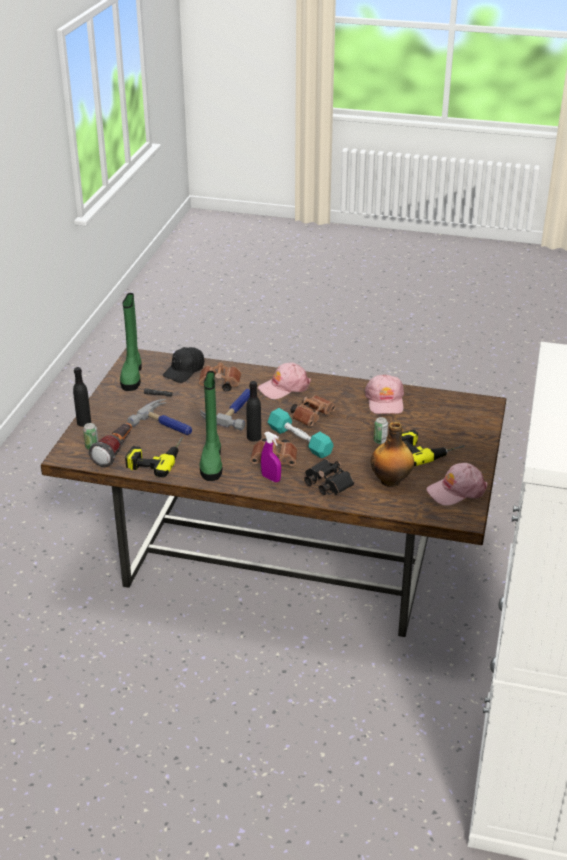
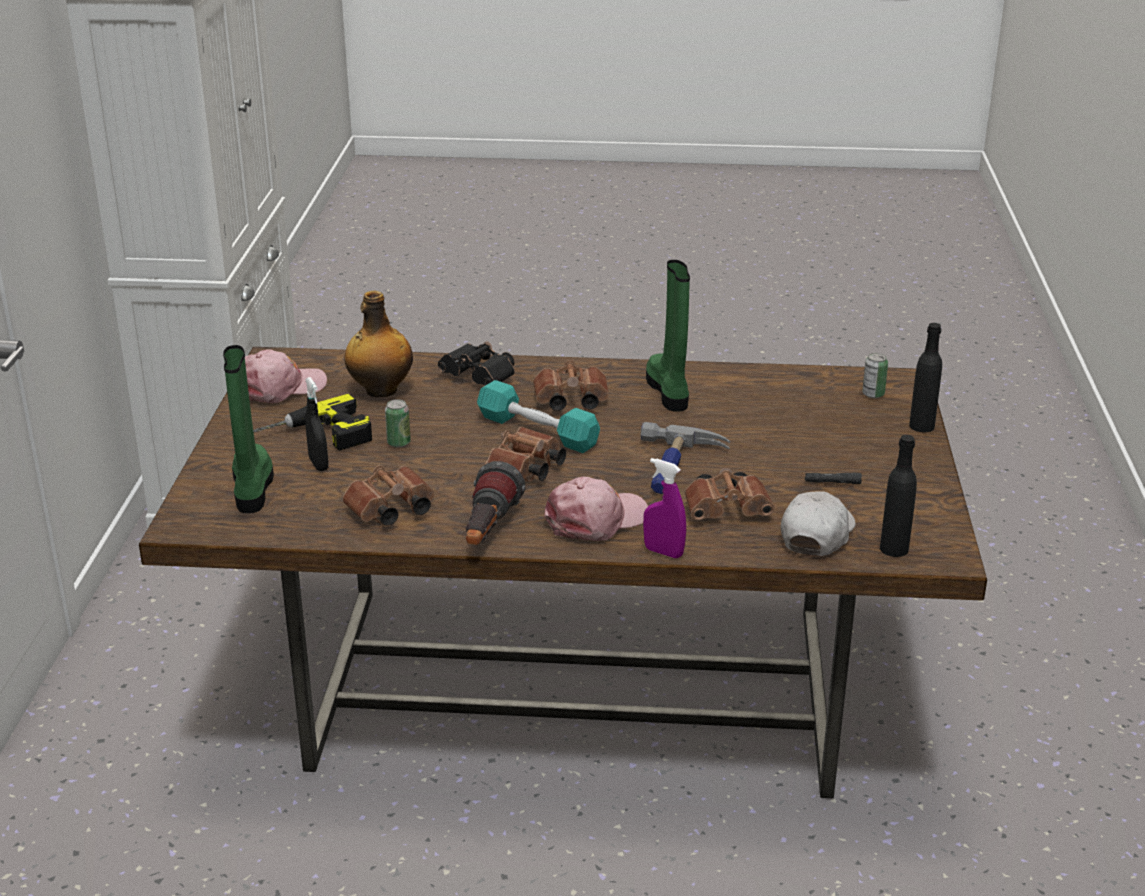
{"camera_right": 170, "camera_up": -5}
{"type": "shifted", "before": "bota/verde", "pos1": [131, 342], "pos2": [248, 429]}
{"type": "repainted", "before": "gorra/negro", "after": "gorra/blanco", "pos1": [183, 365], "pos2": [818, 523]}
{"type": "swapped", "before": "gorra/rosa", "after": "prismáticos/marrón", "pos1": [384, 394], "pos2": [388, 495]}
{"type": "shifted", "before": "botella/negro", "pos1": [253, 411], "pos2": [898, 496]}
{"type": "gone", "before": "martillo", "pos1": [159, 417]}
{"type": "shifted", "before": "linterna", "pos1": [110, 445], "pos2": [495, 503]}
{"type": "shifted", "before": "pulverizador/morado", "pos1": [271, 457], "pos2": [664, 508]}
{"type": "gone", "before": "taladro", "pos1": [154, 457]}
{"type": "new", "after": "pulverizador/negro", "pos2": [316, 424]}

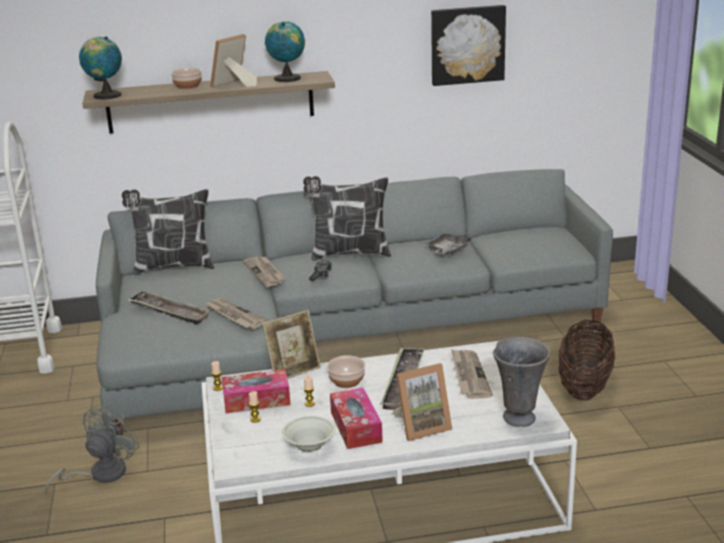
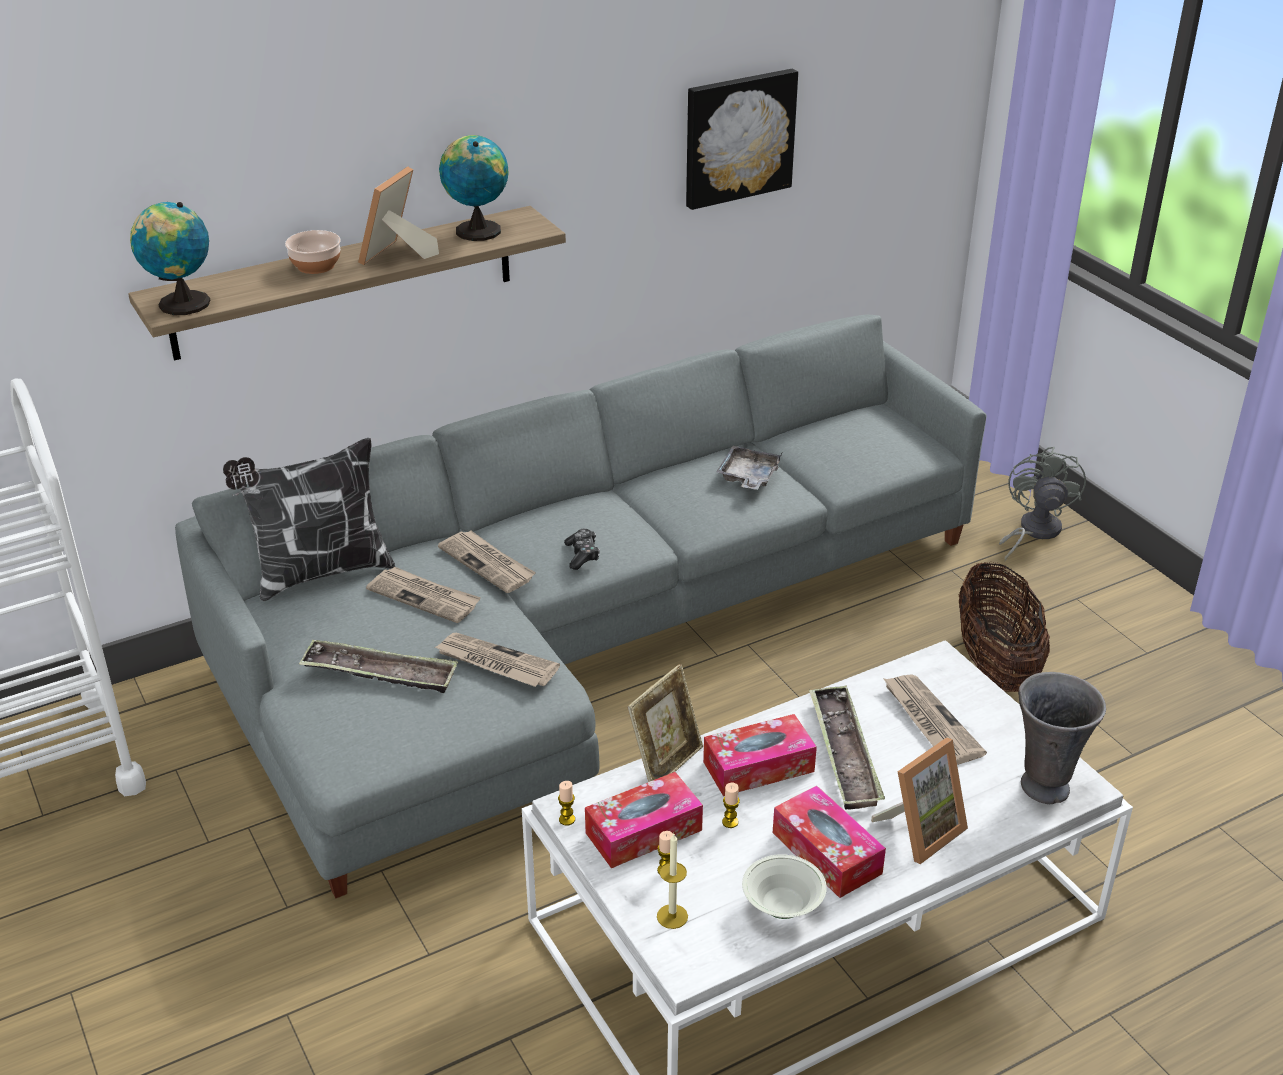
{"camera_right": -20, "camera_up": 10}
{"type": "gone", "before": "cojín", "pos1": [347, 218]}
{"type": "swapped", "before": "cuenco", "after": "caja de pañuelos", "pos1": [346, 372], "pos2": [760, 755]}
{"type": "shifted", "before": "ventilador/gris", "pos1": [92, 449], "pos2": [1042, 504]}
{"type": "new", "after": "periódico", "pos2": [423, 595]}
{"type": "new", "after": "vela", "pos2": [672, 881]}

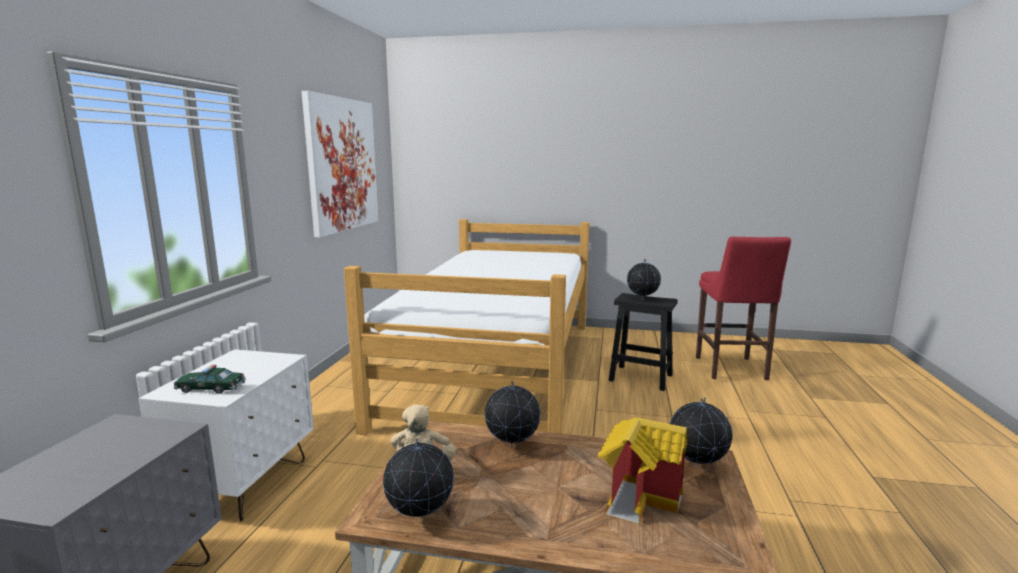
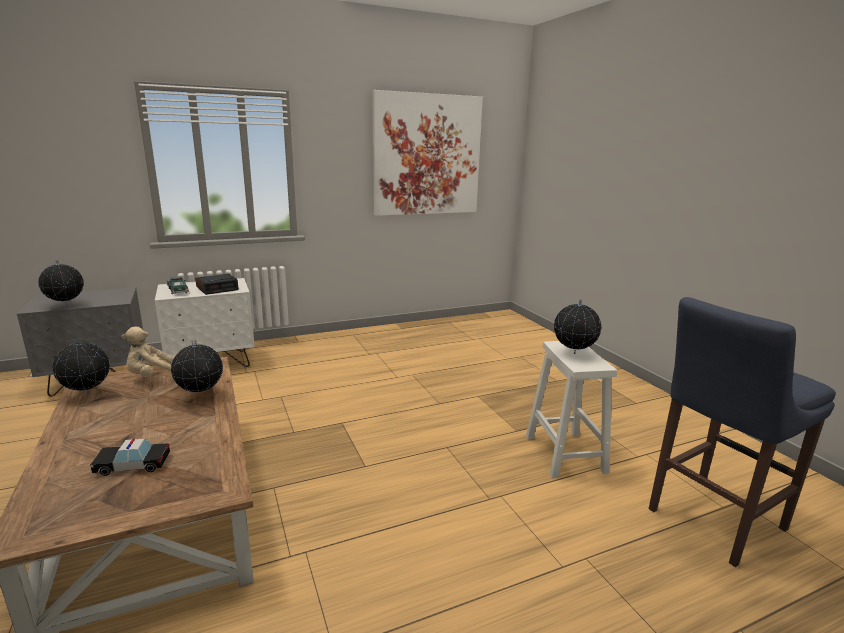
{"camera_right": 55, "camera_up": 5}
{"type": "gone", "before": "cama", "pos1": [466, 327]}
{"type": "repainted", "before": "taburete/rojo", "after": "taburete/azul", "pos1": [743, 308], "pos2": [742, 432]}
{"type": "repainted", "before": "taburete/negro", "after": "taburete/blanco", "pos1": [643, 342], "pos2": [571, 409]}
{"type": "shifted", "before": "globo terráqueo", "pos1": [701, 432], "pos2": [61, 282]}
{"type": "swapped", "before": "casita", "after": "coche de juguete", "pos1": [643, 470], "pos2": [130, 457]}
{"type": "new", "after": "despertador", "pos2": [217, 284]}

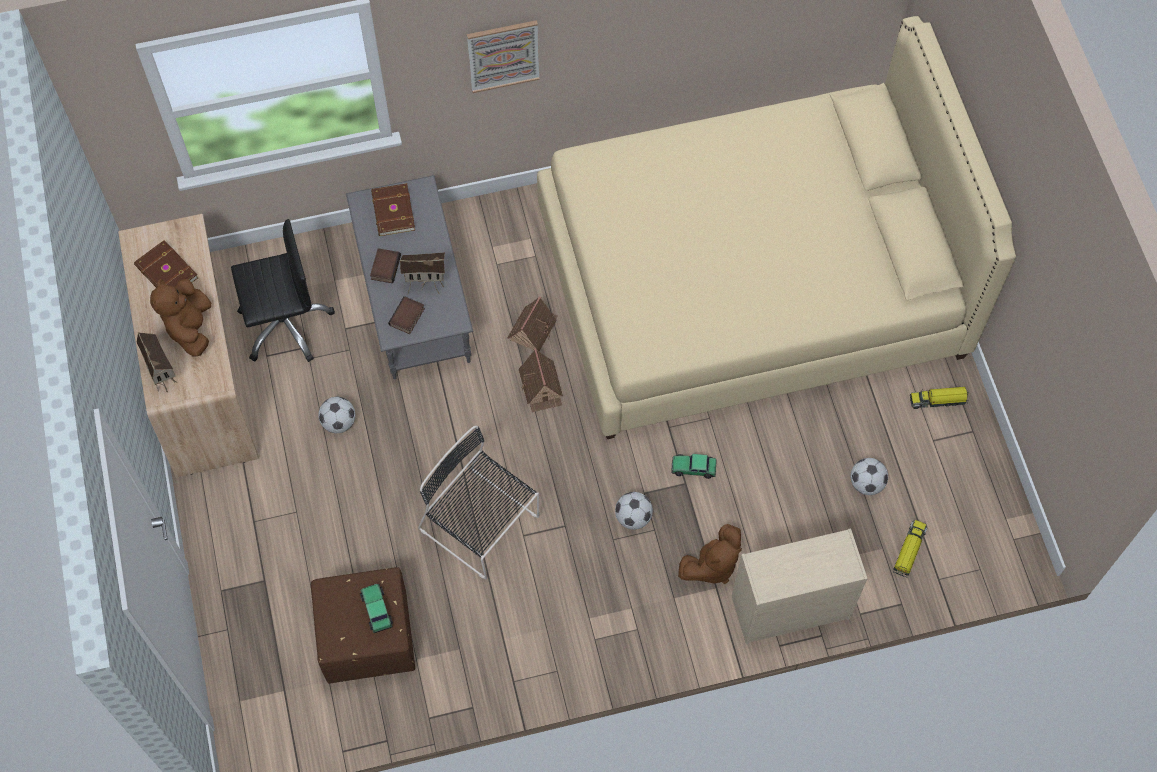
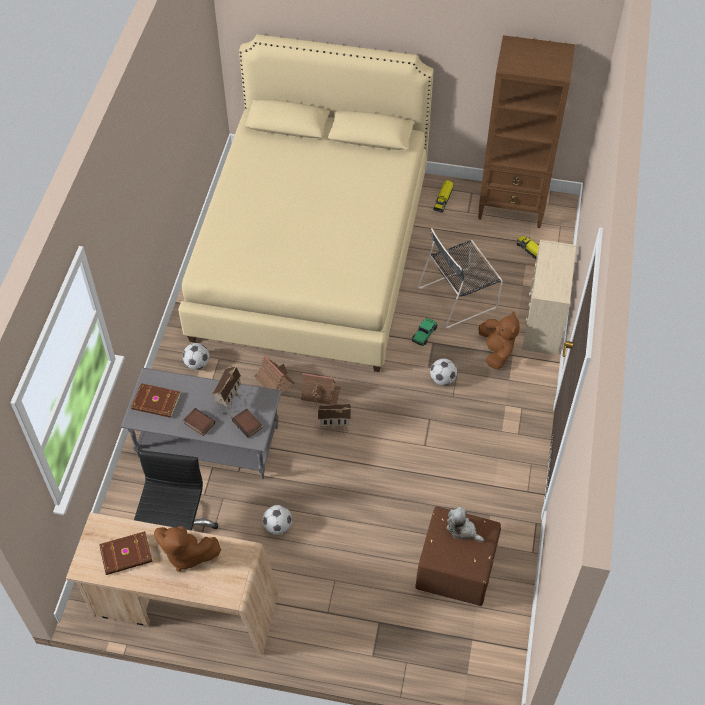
{"camera_right": -65, "camera_up": -10}
{"type": "gone", "before": "cuadro", "pos1": [503, 56]}
{"type": "shifted", "before": "casita", "pos1": [157, 362], "pos2": [334, 420]}
{"type": "shifted", "before": "silla/negro", "pos1": [478, 502], "pos2": [460, 278]}
{"type": "shifted", "before": "balón de fútbol", "pos1": [869, 476], "pos2": [196, 356]}
{"type": "swapped", "before": "coche de juguete", "after": "peluche", "pos1": [376, 608], "pos2": [465, 524]}
{"type": "new", "after": "estantería/marrón", "pos2": [526, 131]}

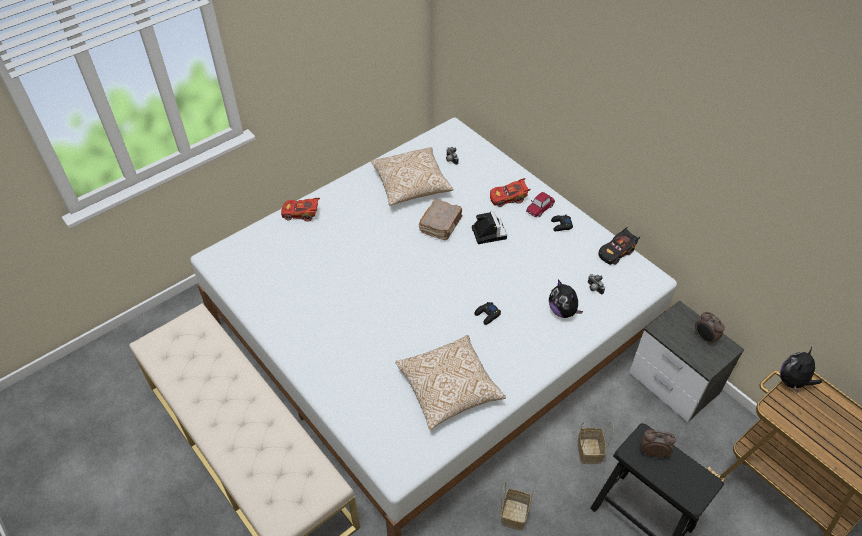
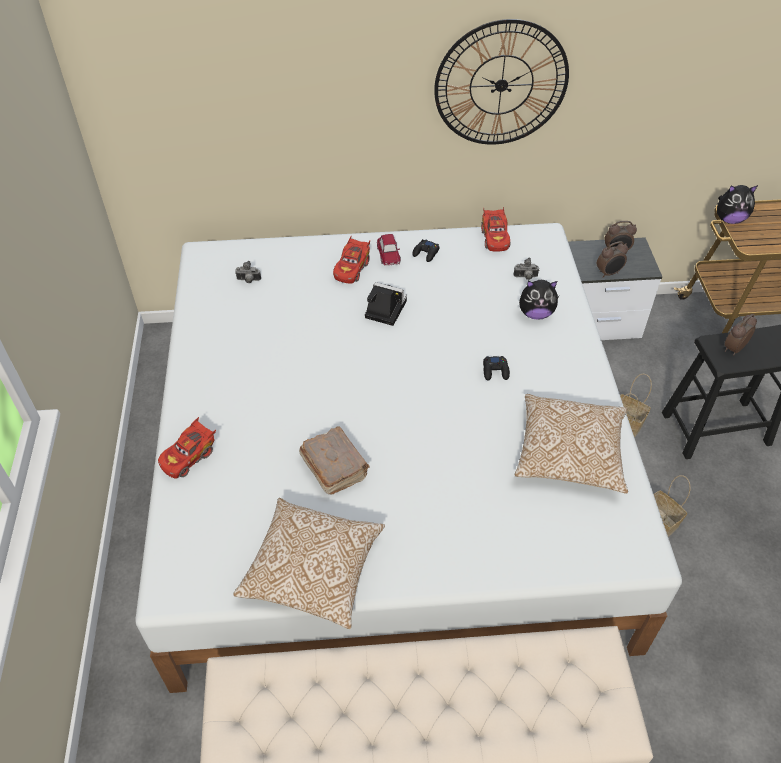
{"camera_right": -55, "camera_up": 0}
{"type": "shifted", "before": "cojín", "pos1": [412, 176], "pos2": [309, 563]}
{"type": "shifted", "before": "libro/marrón", "pos1": [440, 219], "pos2": [334, 461]}
{"type": "repainted", "before": "coche de juguete/negro", "after": "coche de juguete/rojo", "pos1": [620, 246], "pos2": [495, 229]}
{"type": "rotated", "before": "peluche", "pos1": [801, 370], "pos2": [737, 204], "turn": -75}
{"type": "new", "after": "reloj de pared", "pos2": [501, 82]}
{"type": "new", "after": "despertador", "pos2": [612, 259]}

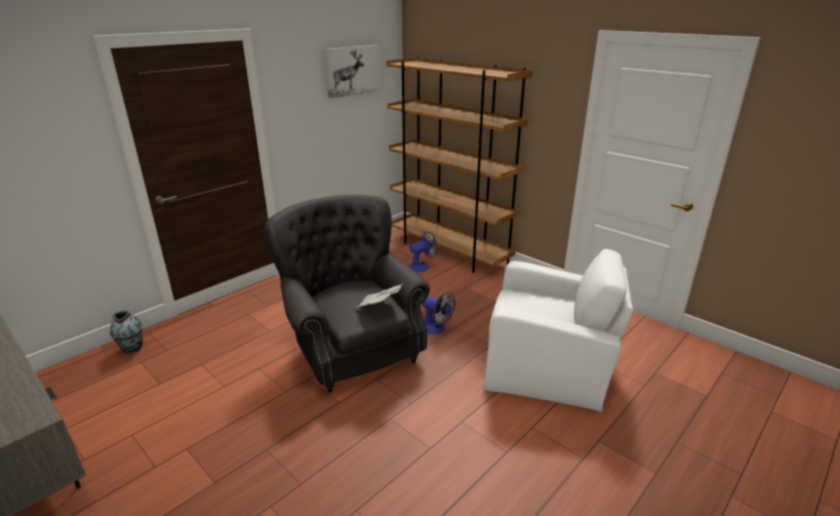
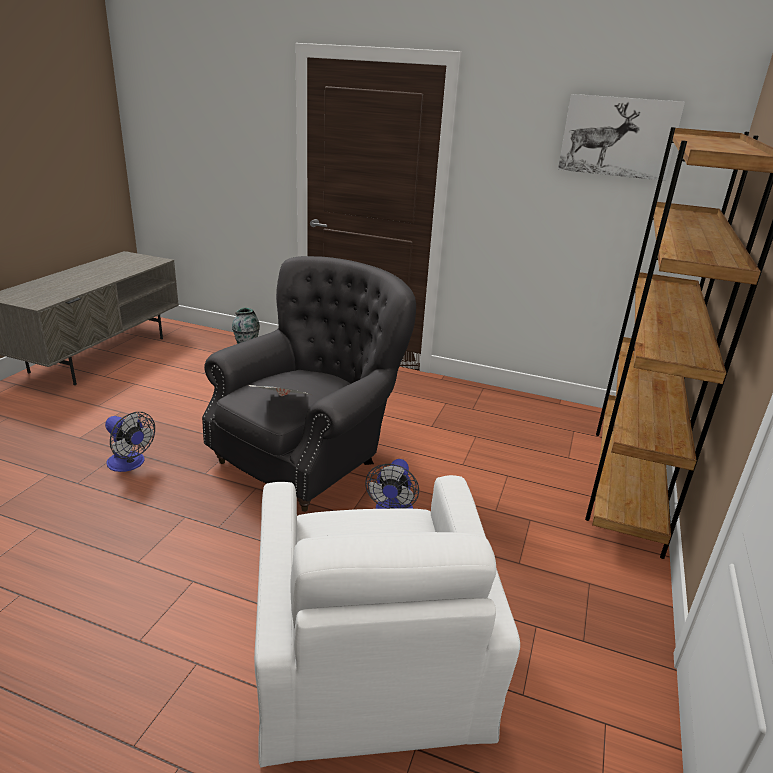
{"camera_right": 65, "camera_up": 0}
{"type": "shifted", "before": "ventilador", "pos1": [423, 251], "pos2": [130, 442]}

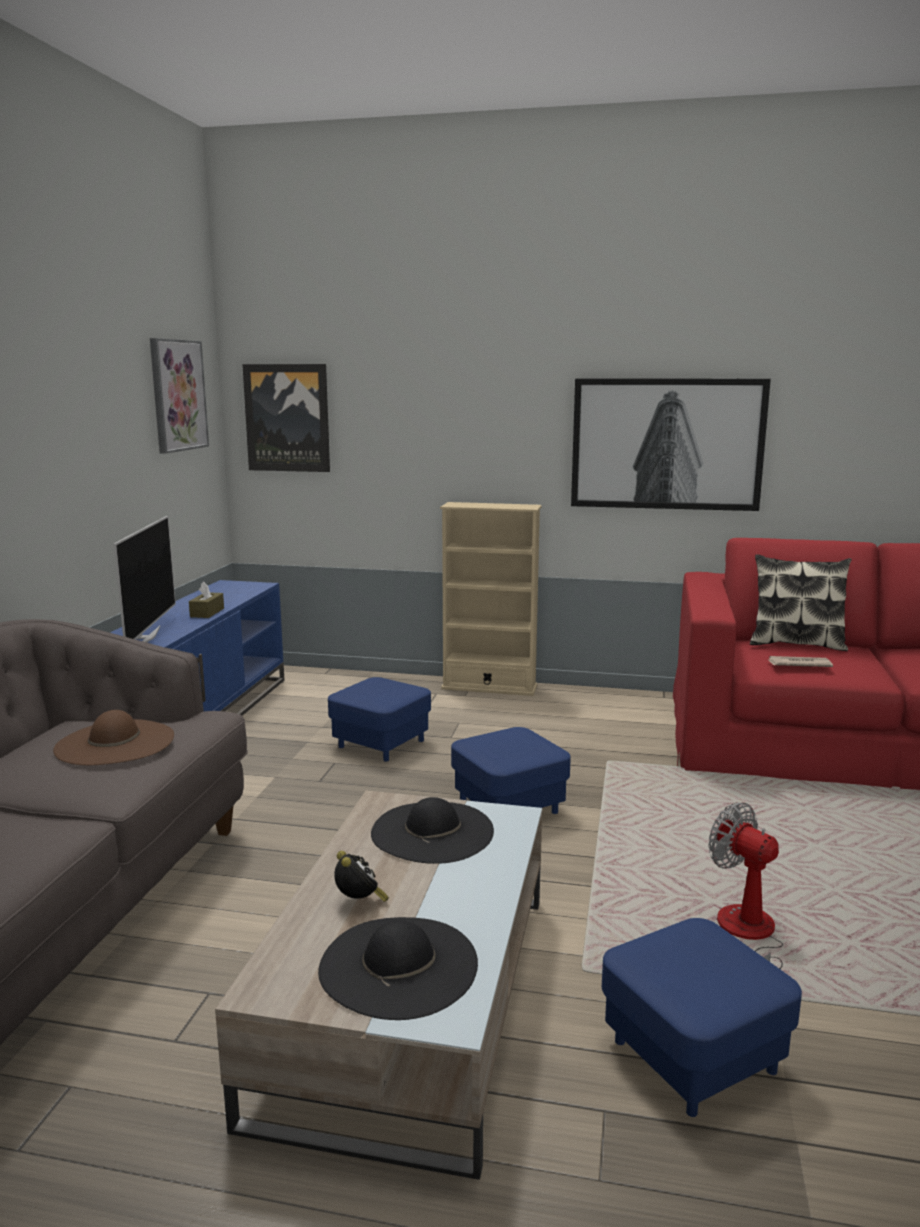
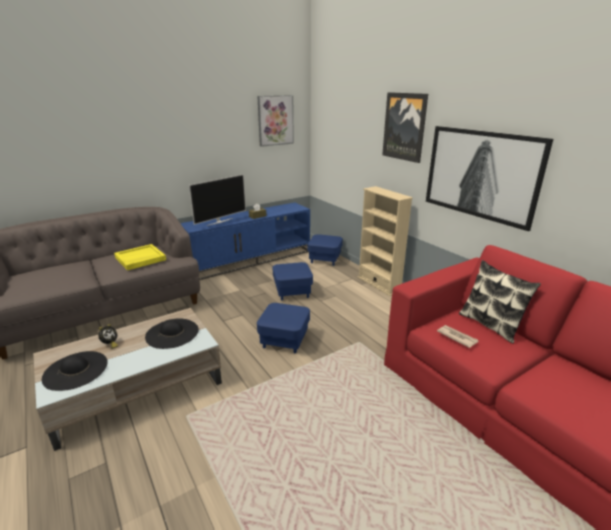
{"camera_right": 45, "camera_up": 10}
{"type": "shifted", "before": "cuadro", "pos1": [286, 418], "pos2": [405, 127]}
{"type": "swapped", "before": "sombrero/marrón", "after": "bandeja/amarillo", "pos1": [113, 737], "pos2": [140, 257]}
{"type": "gone", "before": "ventilador", "pos1": [745, 885]}
{"type": "shifted", "before": "puf/azul", "pos1": [702, 1017], "pos2": [325, 250]}

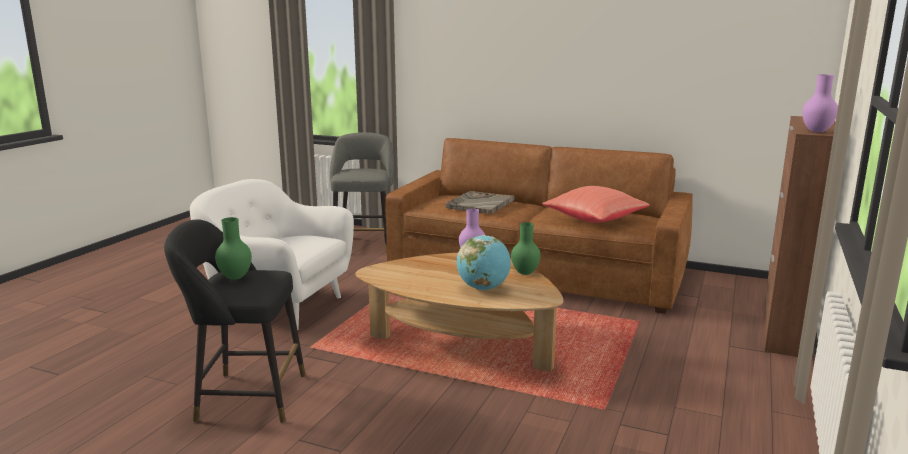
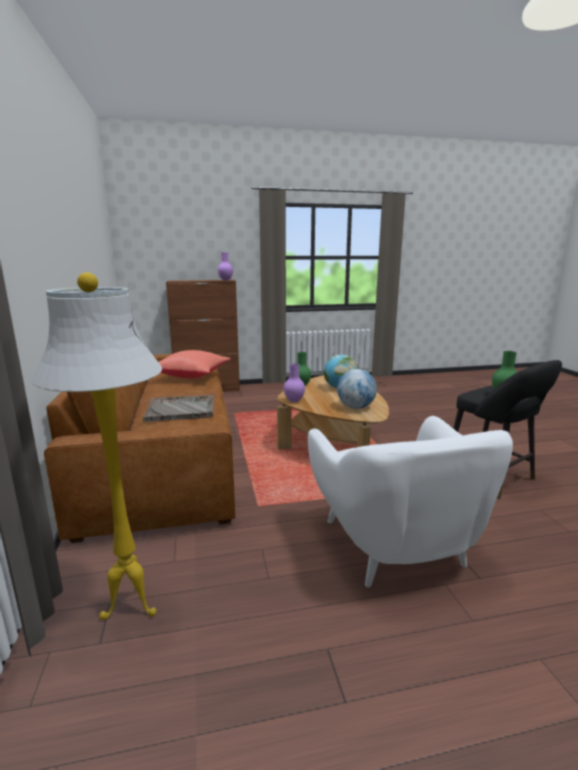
{"camera_right": -125, "camera_up": 0}
{"type": "swapped", "before": "taburete/gris", "after": "lámpara de pie/blanco", "pos1": [362, 193], "pos2": [97, 446]}
{"type": "new", "after": "globo terráqueo", "pos2": [357, 389]}

